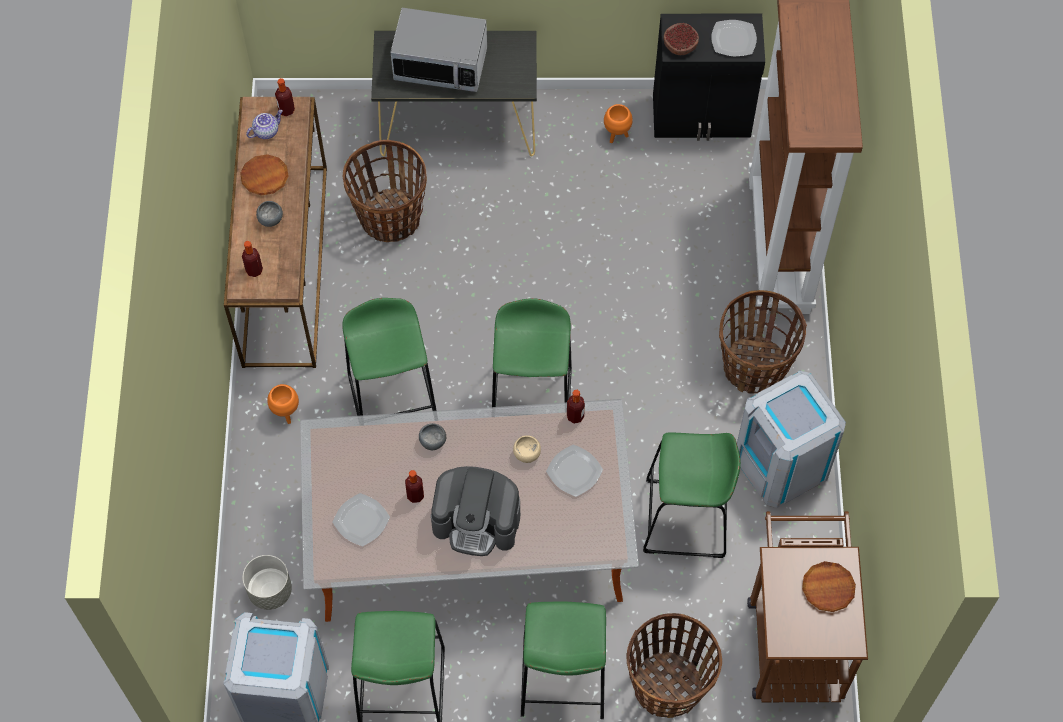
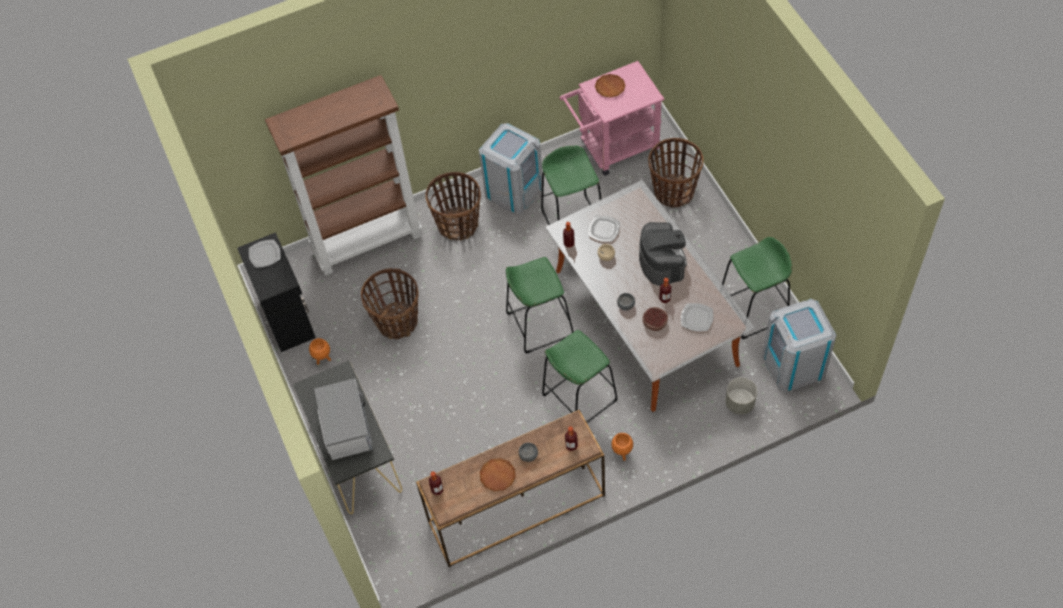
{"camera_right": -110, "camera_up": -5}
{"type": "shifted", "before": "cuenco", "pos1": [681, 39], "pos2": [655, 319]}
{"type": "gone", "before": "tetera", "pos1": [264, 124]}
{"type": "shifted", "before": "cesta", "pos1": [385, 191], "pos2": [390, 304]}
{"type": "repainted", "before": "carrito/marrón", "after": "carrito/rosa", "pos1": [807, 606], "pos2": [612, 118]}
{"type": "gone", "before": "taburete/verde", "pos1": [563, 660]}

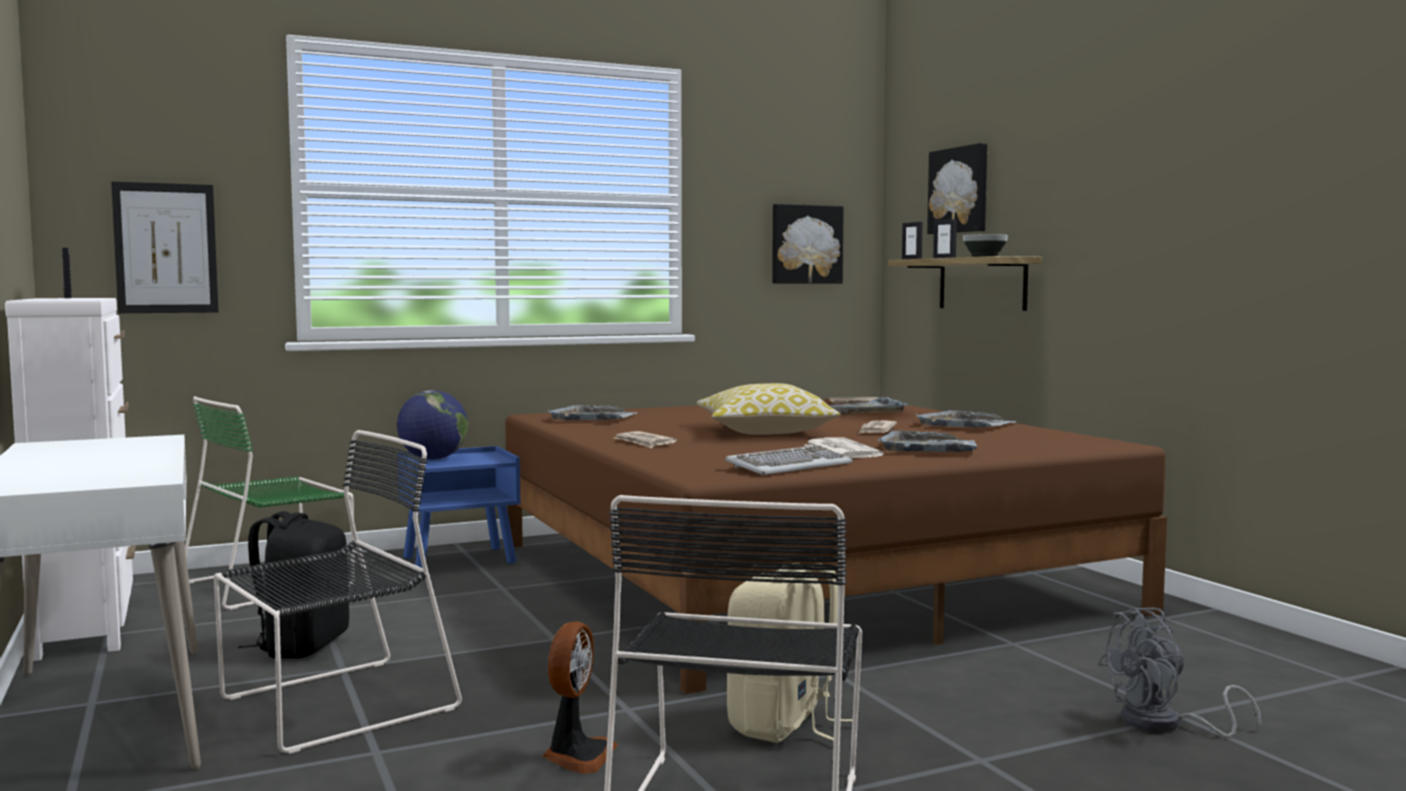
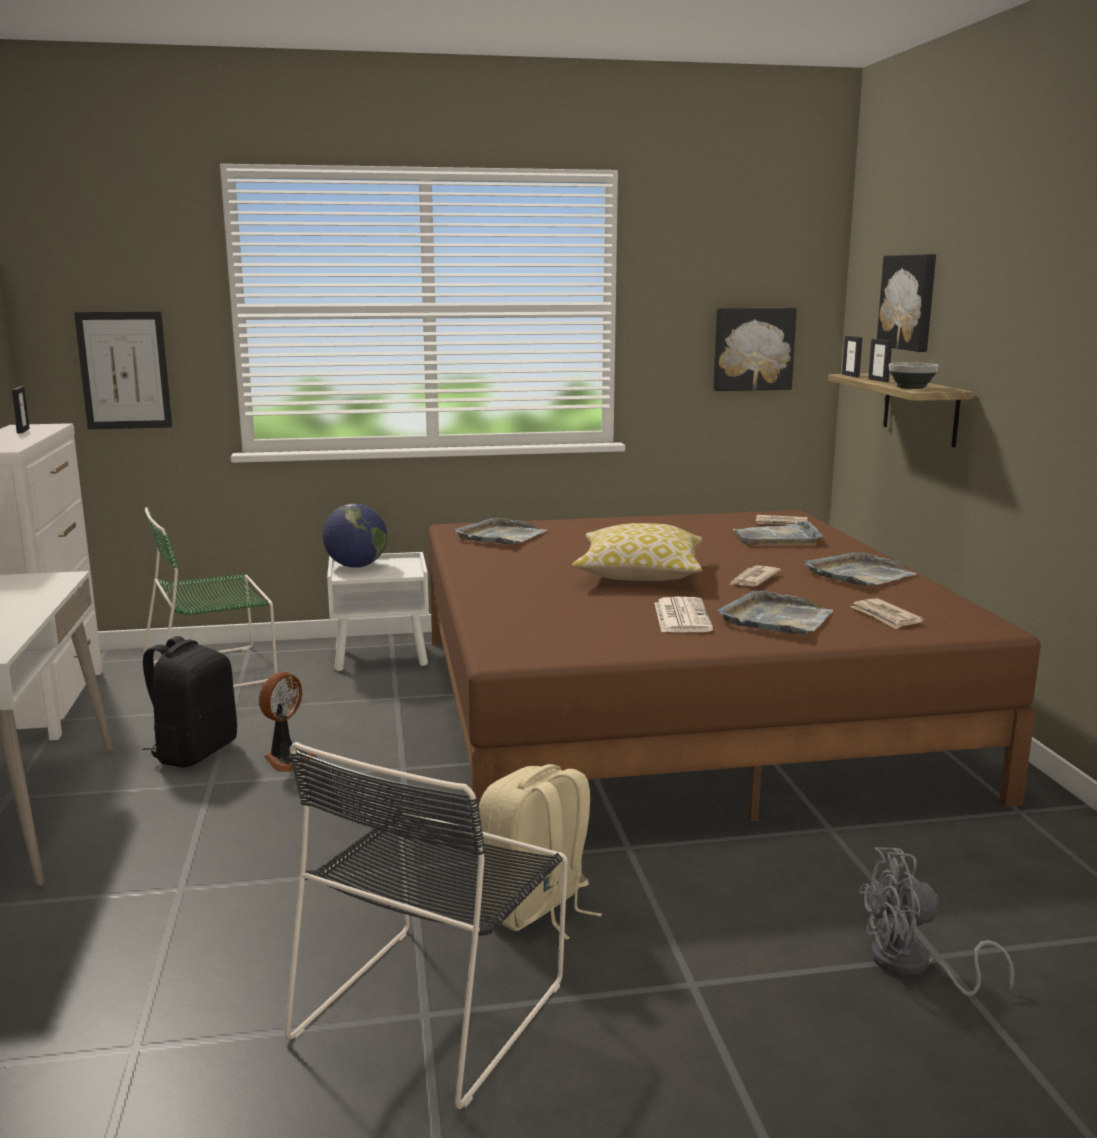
{"camera_right": 15, "camera_up": 10}
{"type": "gone", "before": "silla/negro", "pos1": [338, 592]}
{"type": "shifted", "before": "periódico", "pos1": [646, 439], "pos2": [887, 613]}
{"type": "gone", "before": "teclado", "pos1": [789, 460]}
{"type": "repainted", "before": "mesita de noche/azul", "after": "mesita de noche/blanco", "pos1": [458, 507], "pos2": [378, 611]}
{"type": "shifted", "before": "ventilador", "pos1": [580, 698], "pos2": [288, 722]}

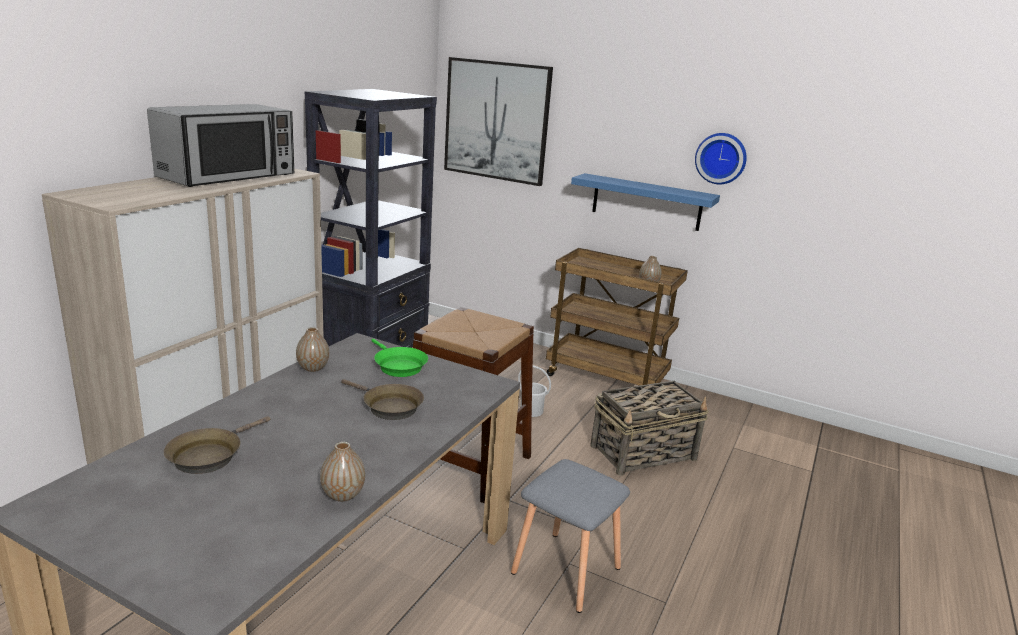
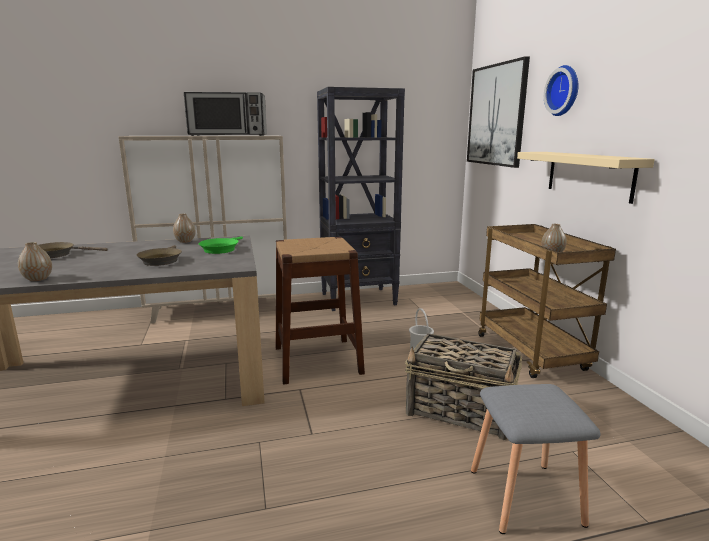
{"camera_right": 50, "camera_up": -5}
{"type": "shifted", "before": "reloj de pared", "pos1": [721, 158], "pos2": [561, 90]}
{"type": "repainted", "before": "estante/azul", "after": "estante/beis", "pos1": [645, 202], "pos2": [586, 178]}
{"type": "shifted", "before": "taburete/gris", "pos1": [570, 536], "pos2": [536, 459]}

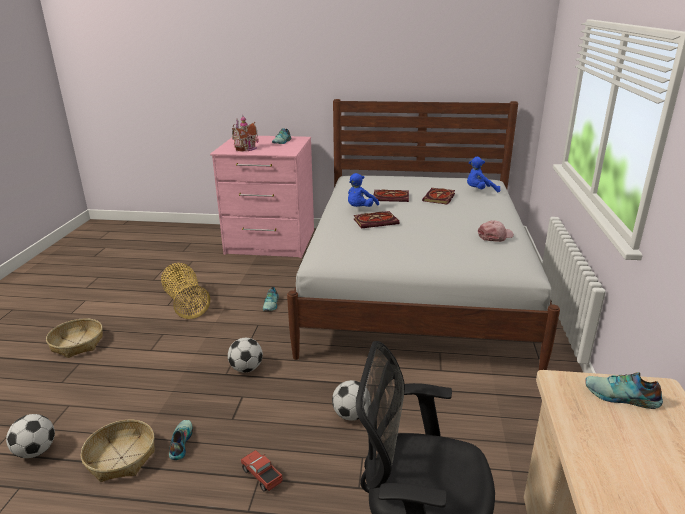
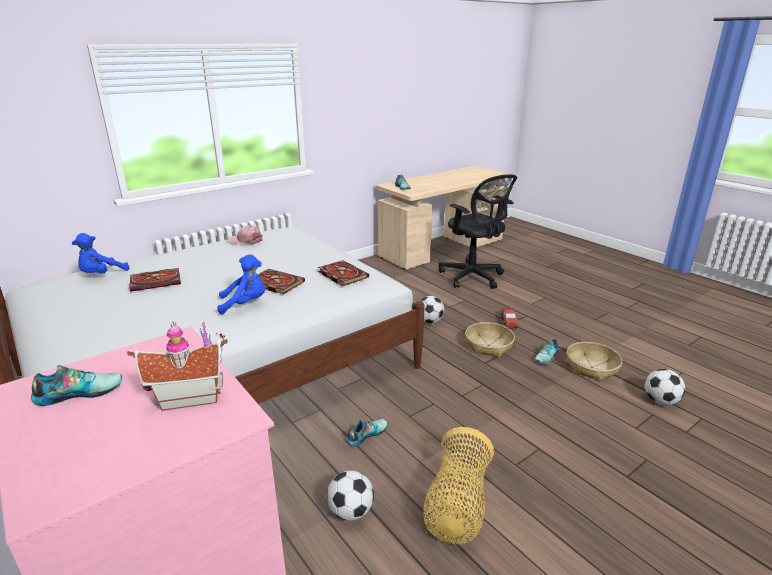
{"camera_right": -135, "camera_up": 0}
{"type": "rotated", "before": "peluche/azul", "pos1": [483, 174], "pos2": [101, 253], "turn": 90}
{"type": "shifted", "before": "libro", "pos1": [391, 196], "pos2": [343, 273]}
{"type": "shifted", "before": "cesta", "pos1": [74, 338], "pos2": [490, 339]}
{"type": "shifted", "before": "balón de fútbol", "pos1": [245, 355], "pos2": [350, 495]}

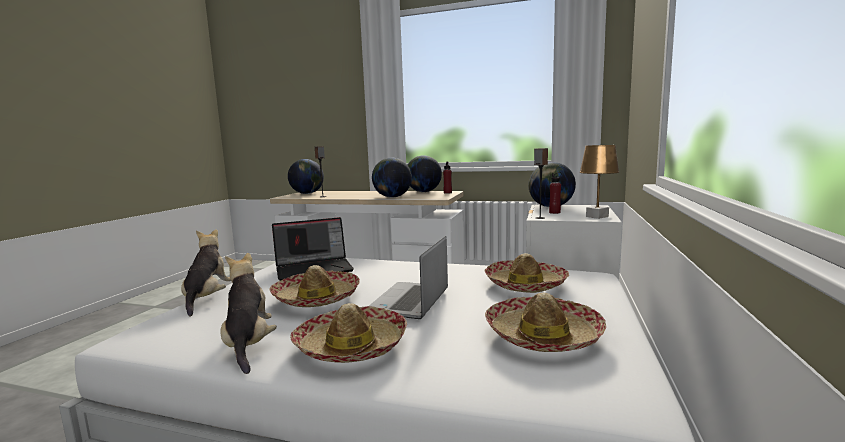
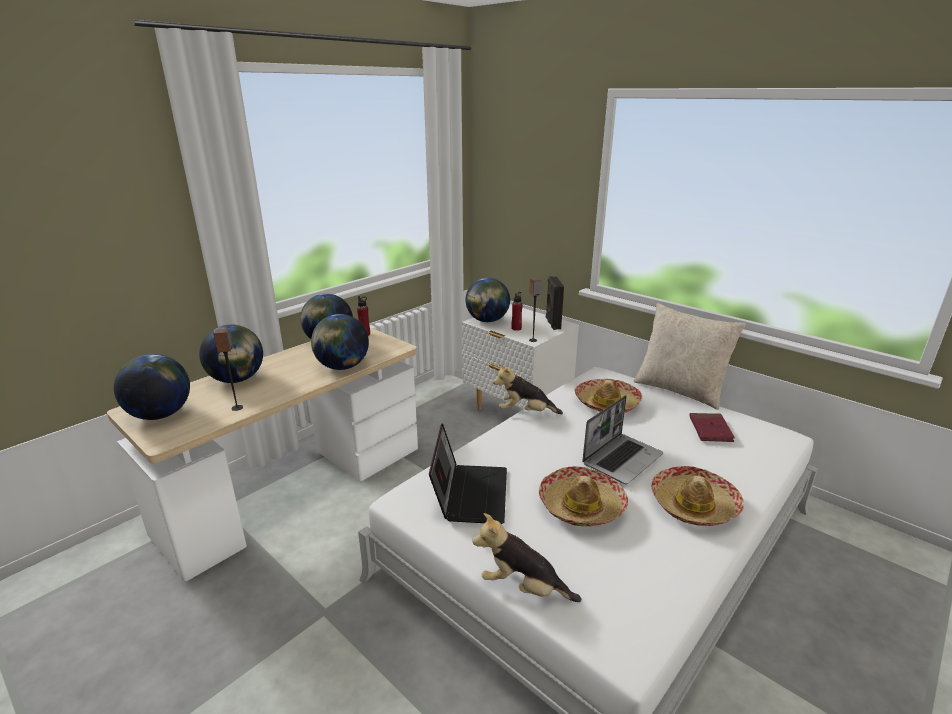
{"camera_right": -65, "camera_up": 15}
{"type": "swapped", "before": "lámpara de mesa/marrón", "after": "altavoz/negro", "pos1": [599, 182], "pos2": [555, 303]}
{"type": "rotated", "before": "portátil", "pos1": [408, 277], "pos2": [622, 439], "turn": -90}
{"type": "shifted", "before": "peluche", "pos1": [249, 313], "pos2": [528, 388]}
{"type": "swapped", "before": "sombrero", "after": "libro/rojo", "pos1": [545, 322], "pos2": [712, 427]}
{"type": "new", "after": "cojín/beis", "pos2": [690, 356]}
{"type": "new", "after": "globo terráqueo", "pos2": [231, 354]}

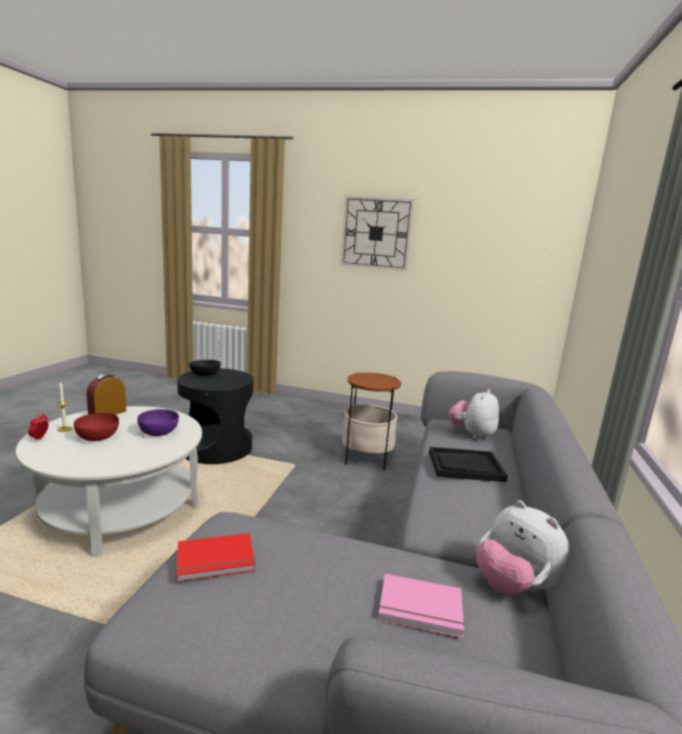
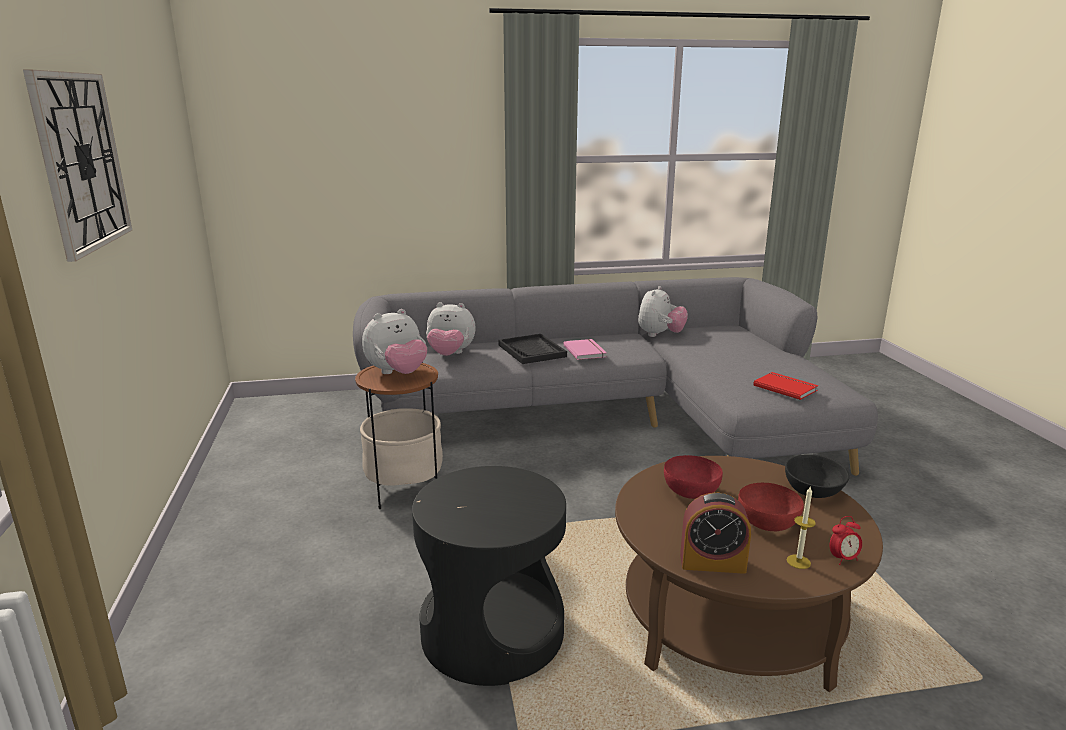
{"camera_right": -115, "camera_up": 5}
{"type": "shifted", "before": "cuenco/negro", "pos1": [204, 368], "pos2": [817, 476]}
{"type": "repainted", "before": "mesa de centro/blanco", "after": "mesa de centro/marrón", "pos1": [109, 481], "pos2": [749, 574]}
{"type": "repainted", "before": "cuenco/morado", "after": "cuenco/rojo", "pos1": [158, 422], "pos2": [693, 477]}
{"type": "shifted", "before": "libro/rosa", "pos1": [421, 606], "pos2": [585, 349]}
{"type": "new", "after": "peluche", "pos2": [394, 341]}

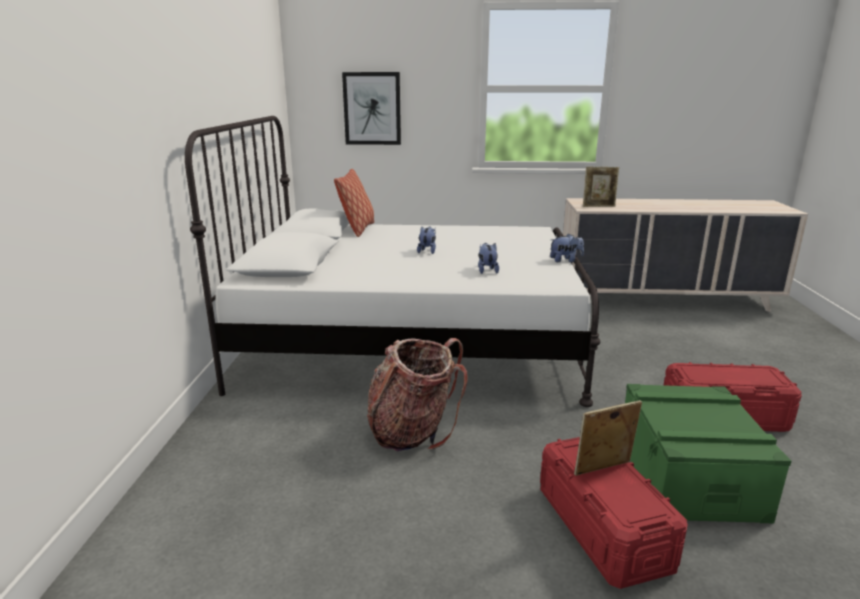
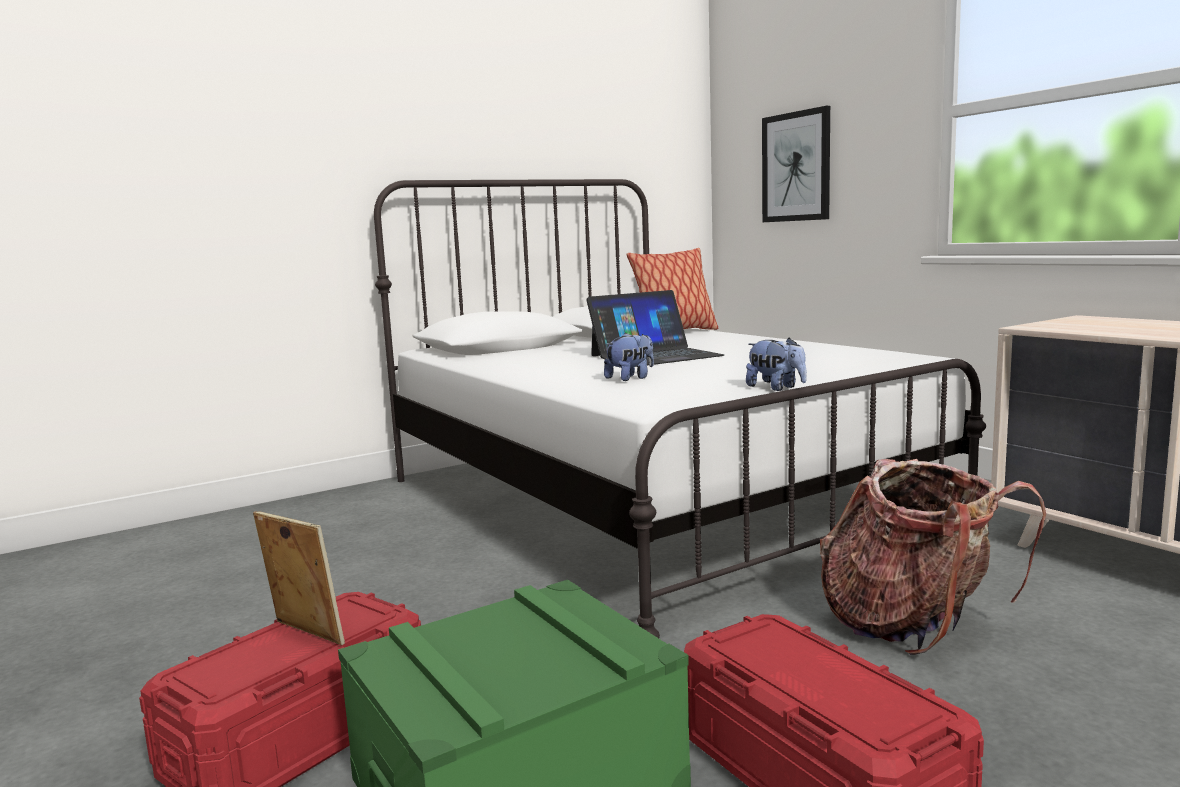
{"camera_right": 55, "camera_up": -10}
{"type": "gone", "before": "portarretratos", "pos1": [601, 187]}
{"type": "swapped", "before": "peluche", "after": "portátil", "pos1": [426, 240], "pos2": [655, 328]}
{"type": "shifted", "before": "mochila", "pos1": [417, 394], "pos2": [933, 557]}

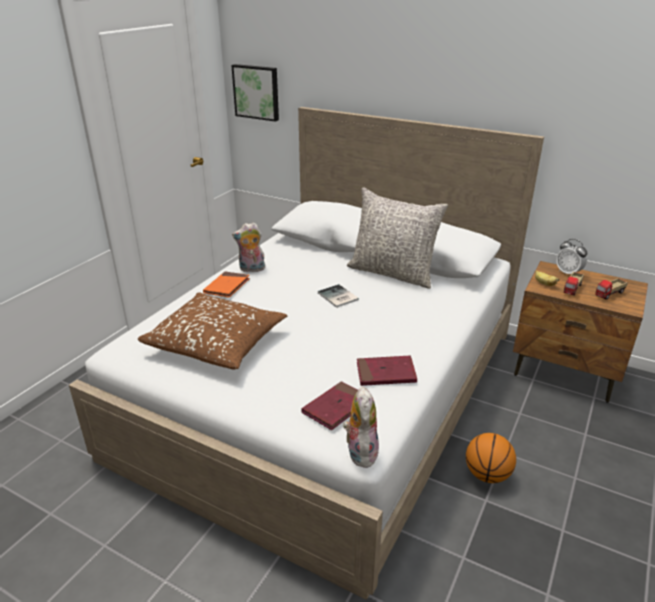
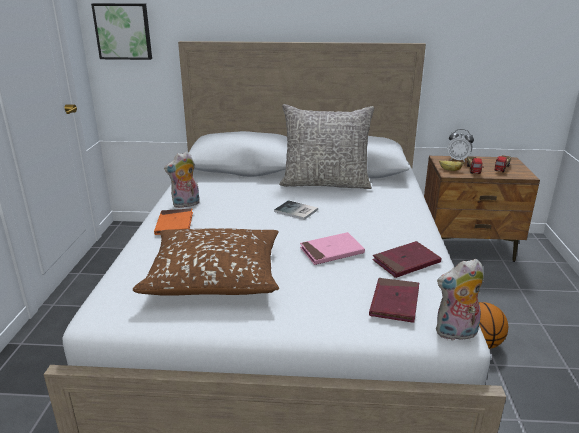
{"camera_right": -25, "camera_up": -5}
{"type": "rotated", "before": "peluche", "pos1": [361, 427], "pos2": [460, 300], "turn": -75}
{"type": "new", "after": "libro/rosa", "pos2": [332, 248]}

